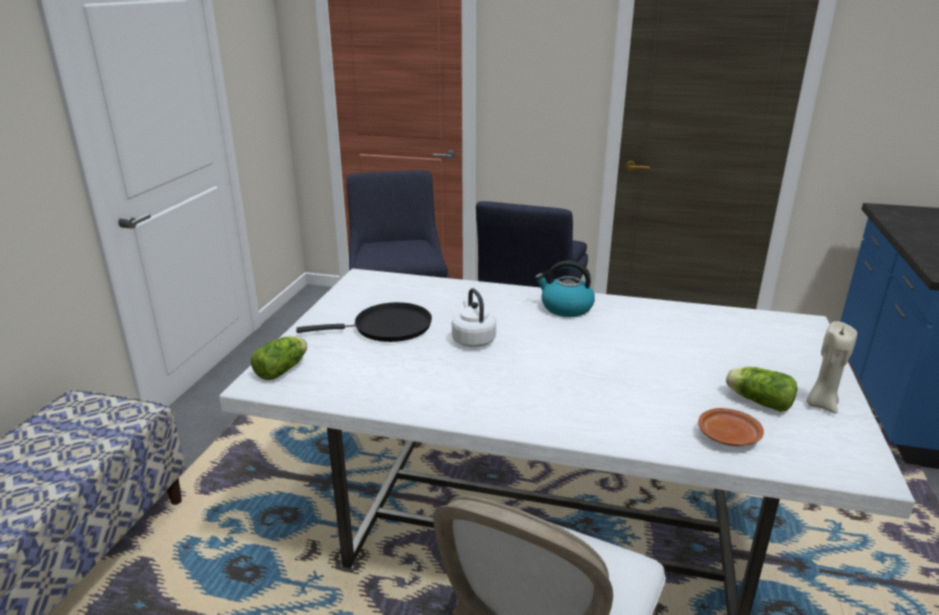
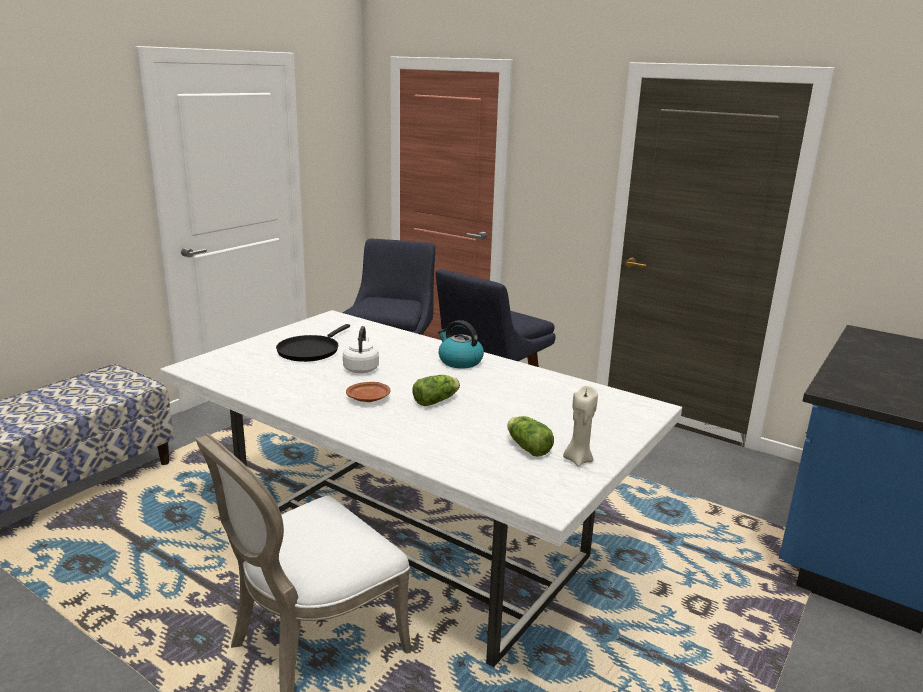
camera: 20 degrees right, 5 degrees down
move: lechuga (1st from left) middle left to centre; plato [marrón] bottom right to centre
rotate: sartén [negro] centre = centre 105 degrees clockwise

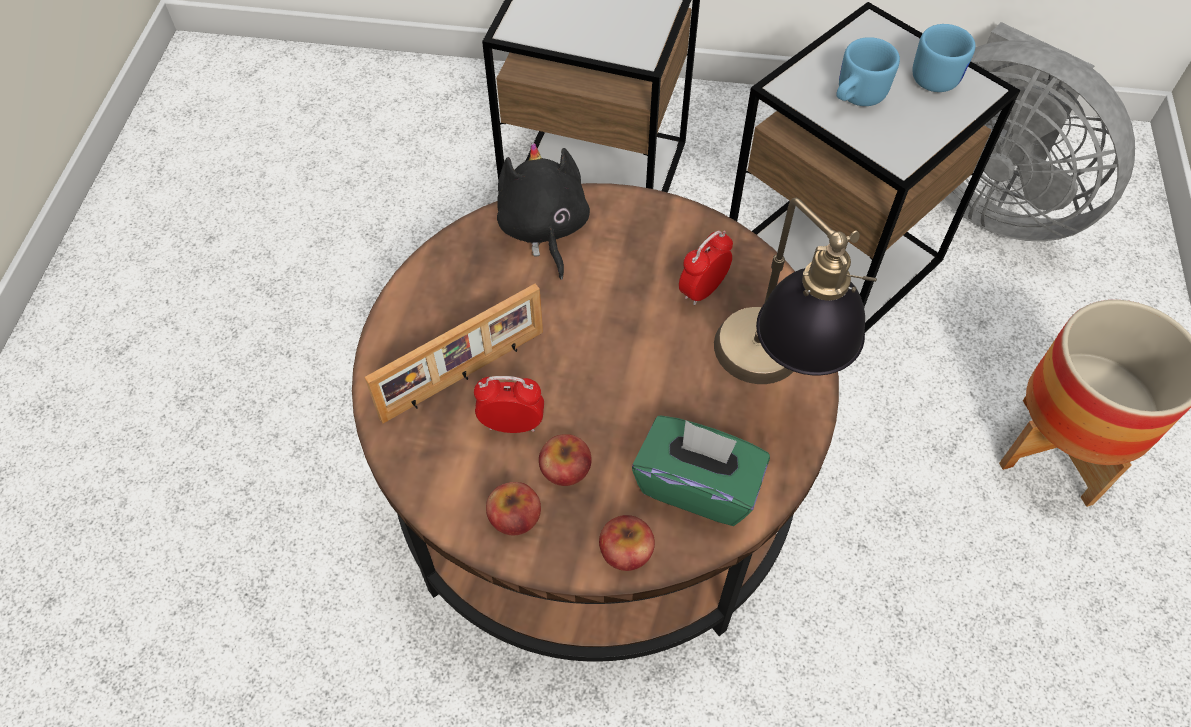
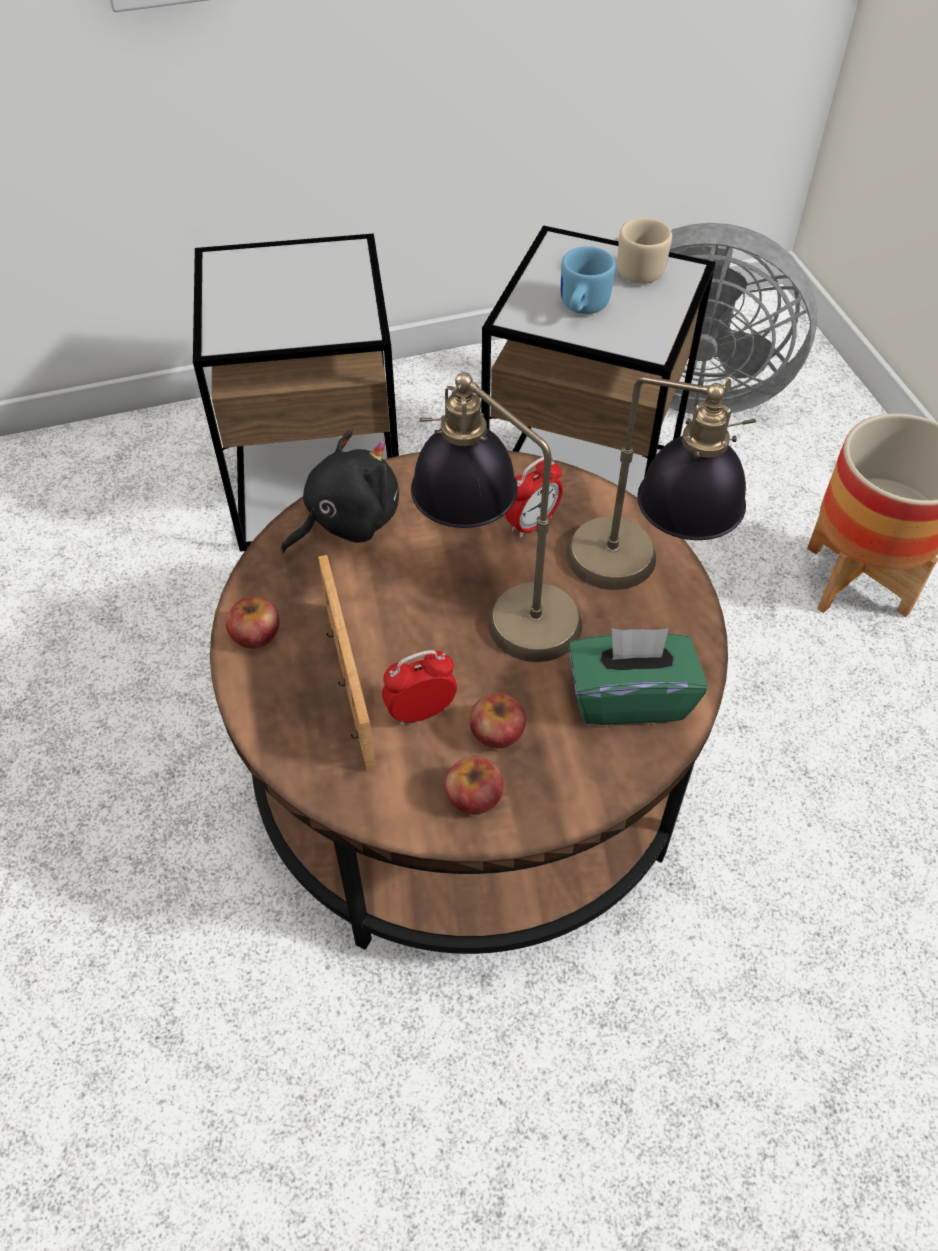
camera: 25 degrees left, 5 degrees down
insert: lámpara de mesa (1st from left) centre
move: manzana (3rd from left in the first image) bottom centre to manzana (1st from left) middle left
recolor: taza grande [azul] (2nd from left) top right to taza grande [beis] top right
rotate: portarretratos centre = centre 135 degrees clockwise; peluche [negro] top centre = centre 90 degrees clockwise; despertador (2nd from left) centre = centre 150 degrees counterclockwise

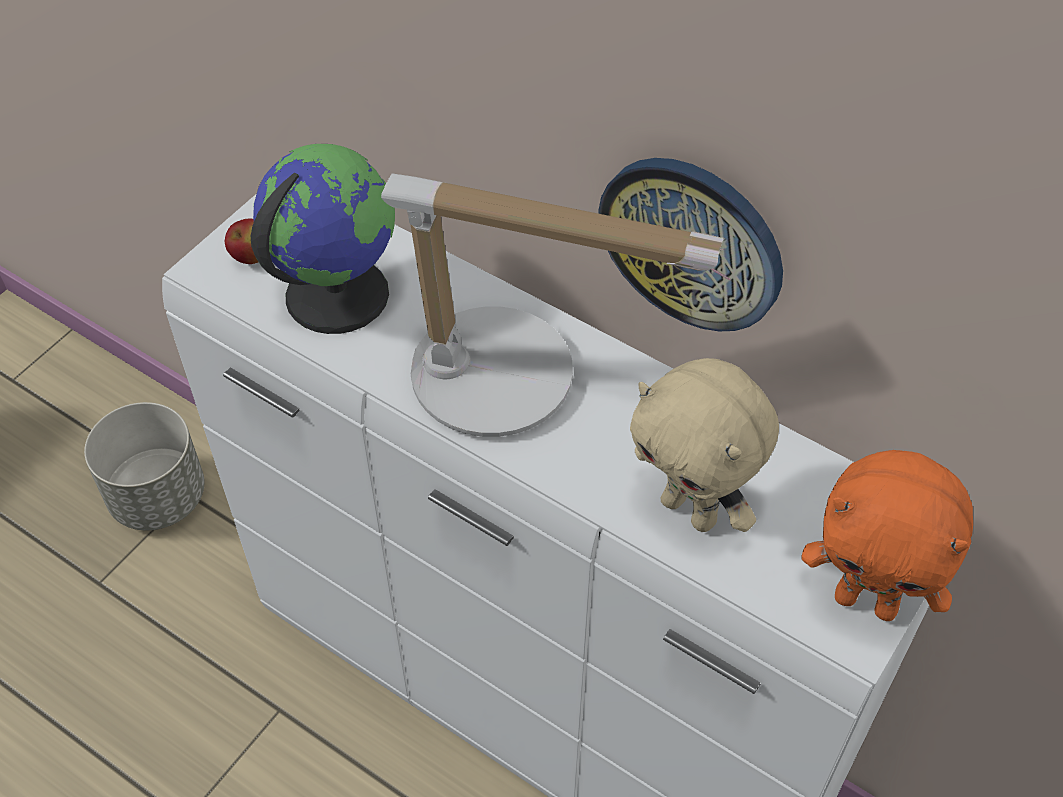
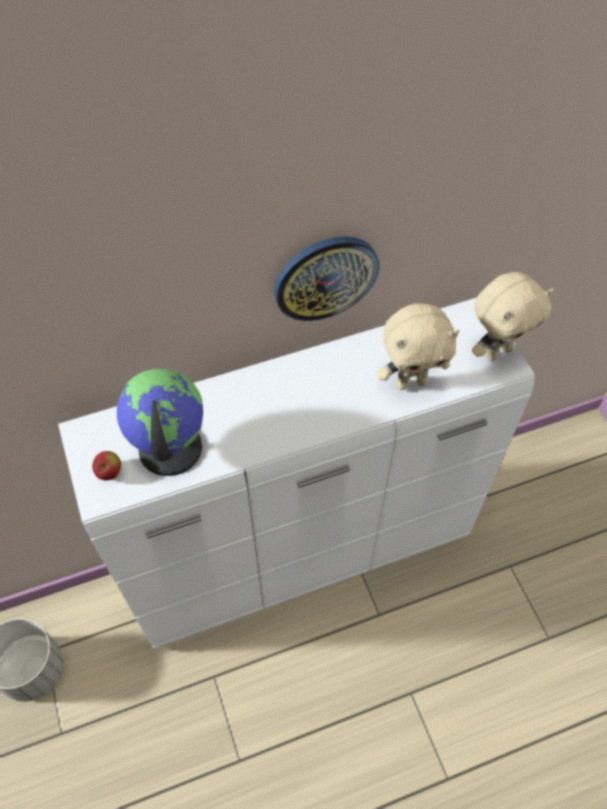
camera: 55 degrees left, 5 degrees up
delete: lámpara de mesa centre
recolor: peluche [naranja] bottom right to peluche [beis] (2nd from left) middle right

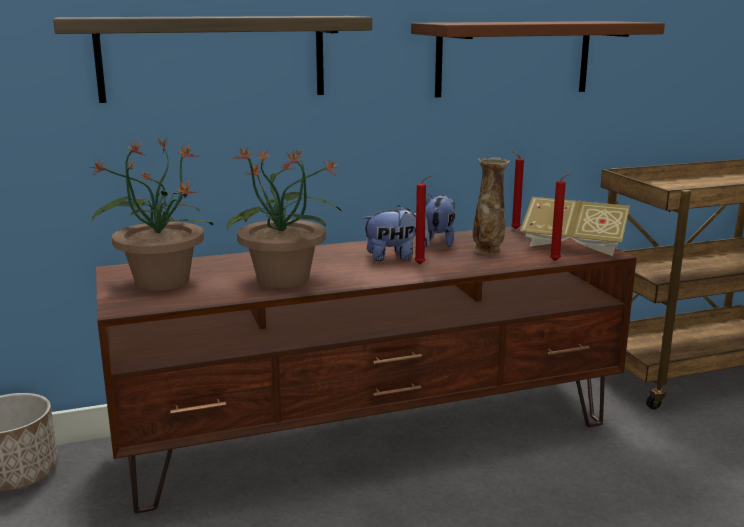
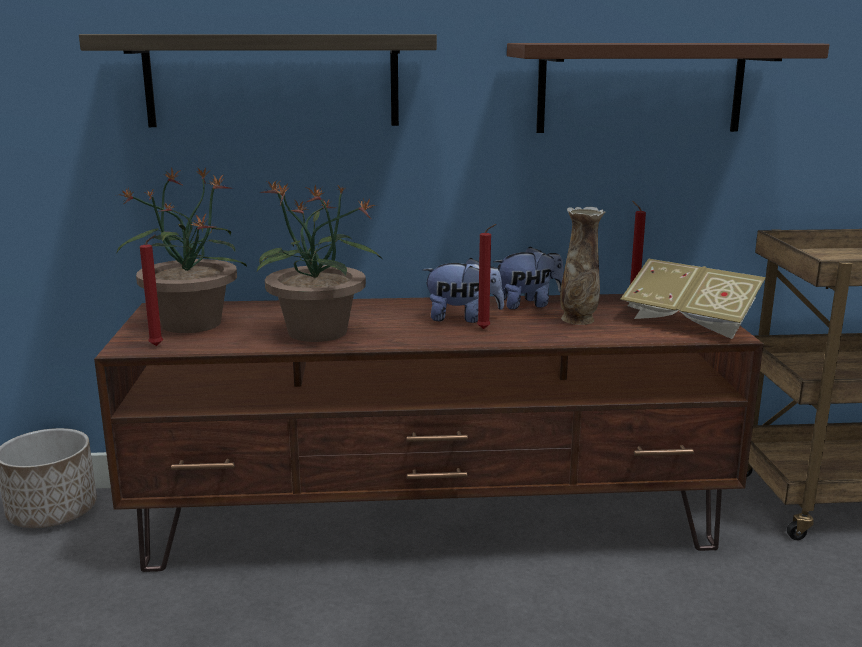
camera: 15 degrees right, 0 degrees up
move: vela [rojo] (3rd from left in the first image) middle right to vela [rojo] (1st from left) middle left
rotate: peluche (2nd from left) centre = centre 45 degrees clockwise

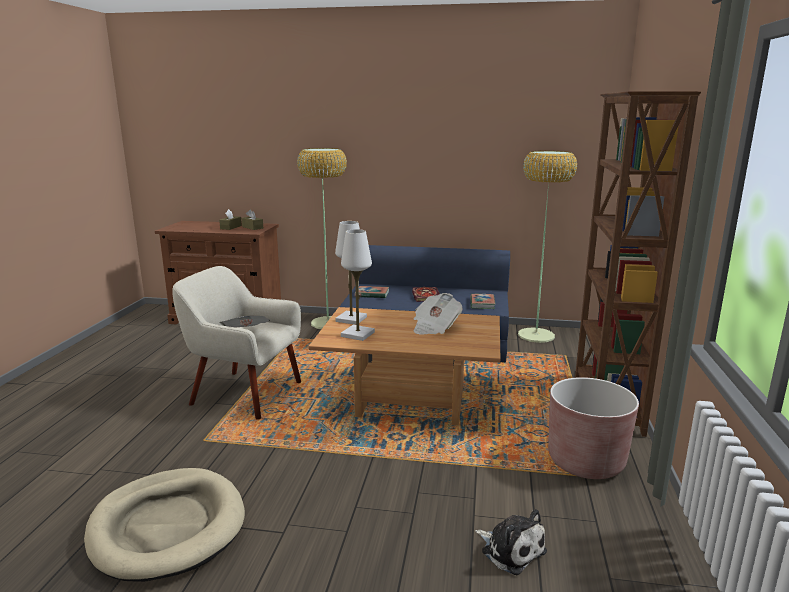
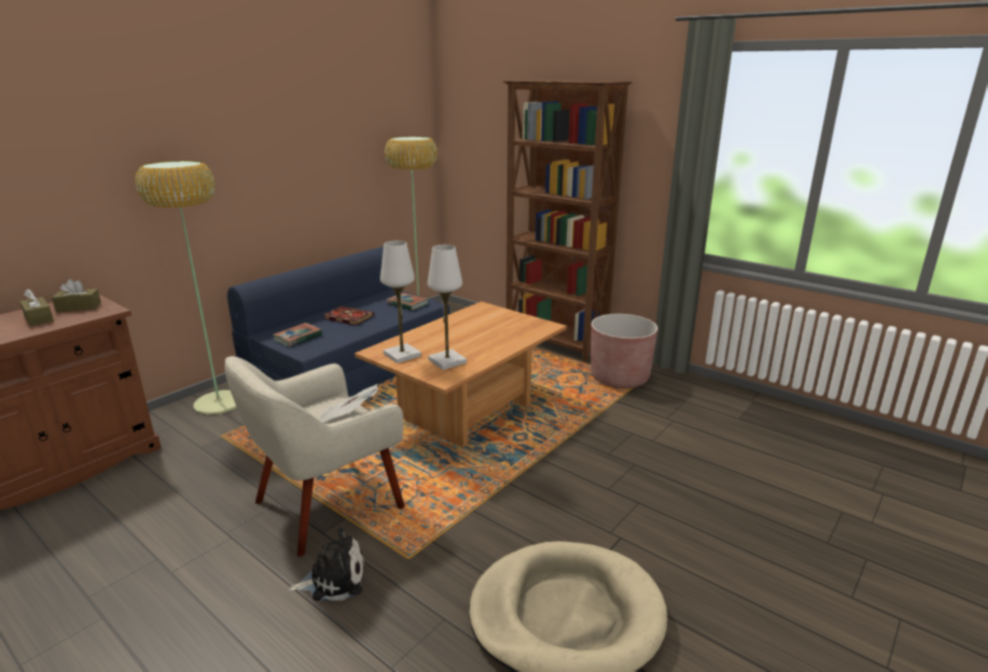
camera: 60 degrees left, 5 degrees up
delete: periódico (2nd from left) centre
move: peluche bottom centre to bottom left

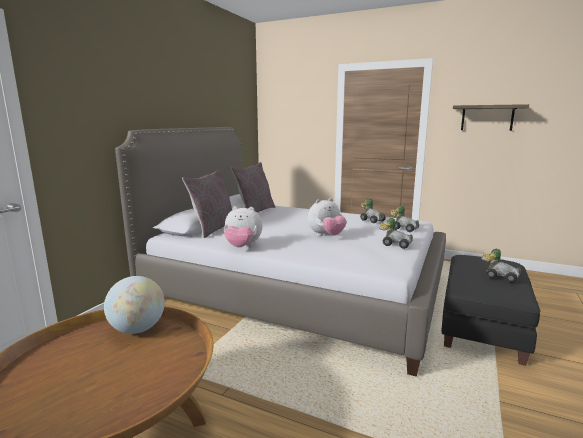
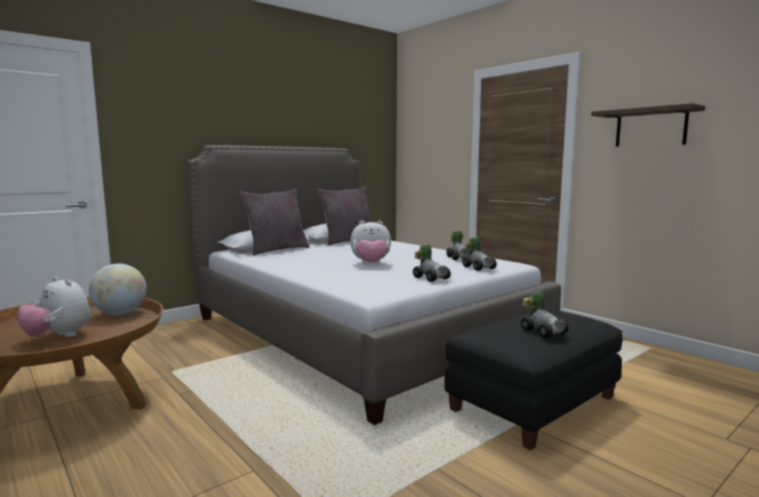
camera: 25 degrees right, 5 degrees down
move: peluche (1st from left) centre to middle left

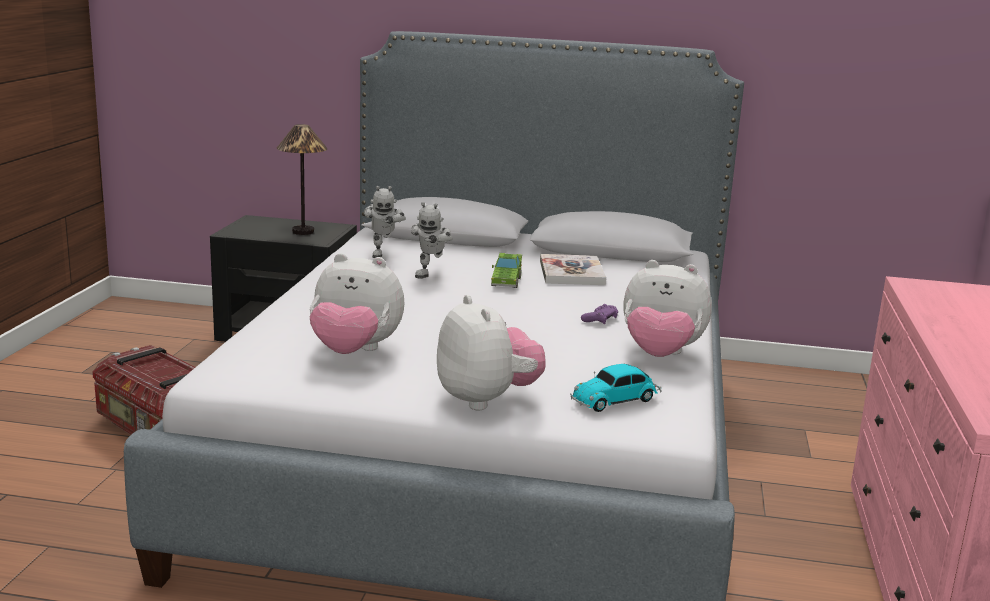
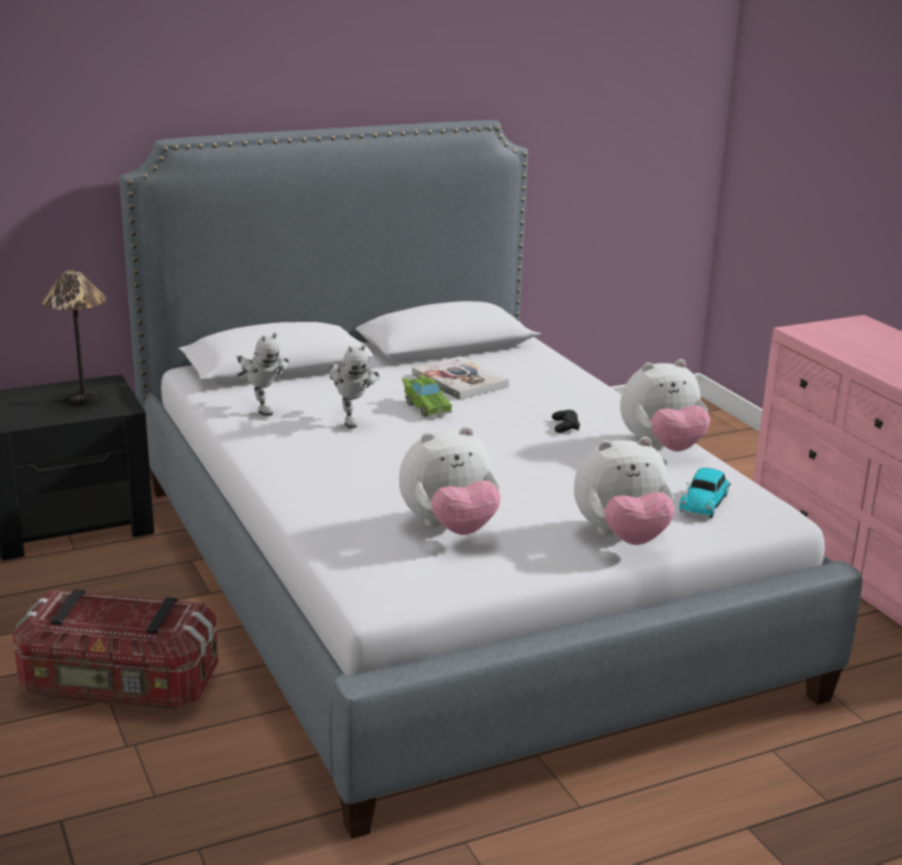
camera: 35 degrees left, 5 degrees up
recolor: mando de consola [morado] centre to mando de consola [negro] centre
rotate: peluche (2nd from left) centre = middle right 135 degrees clockwise

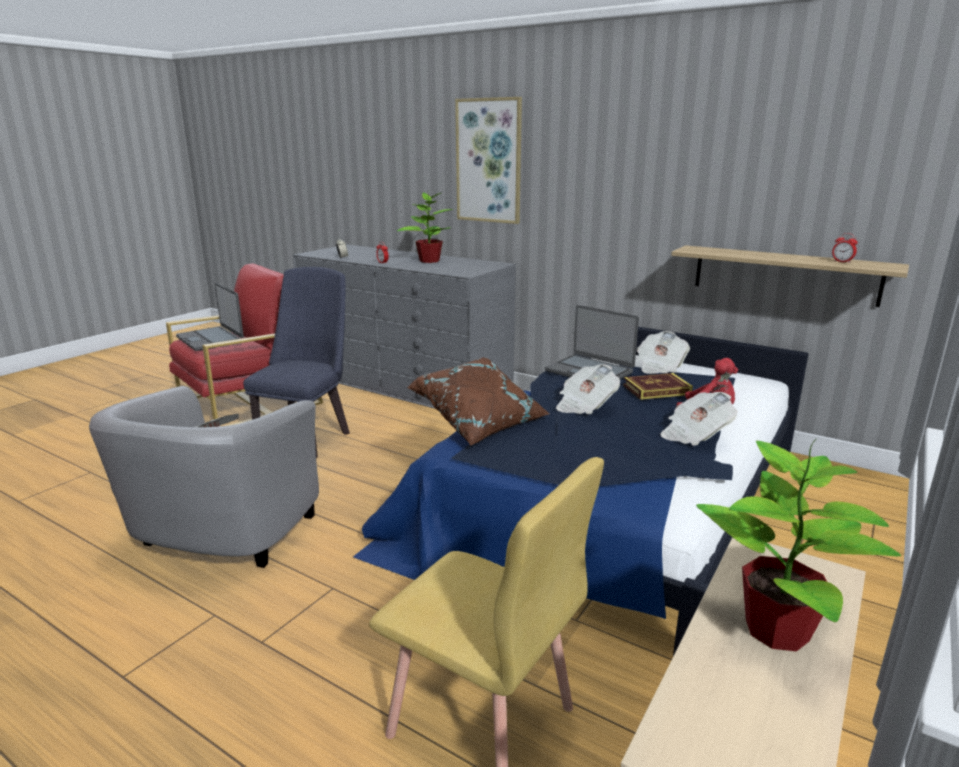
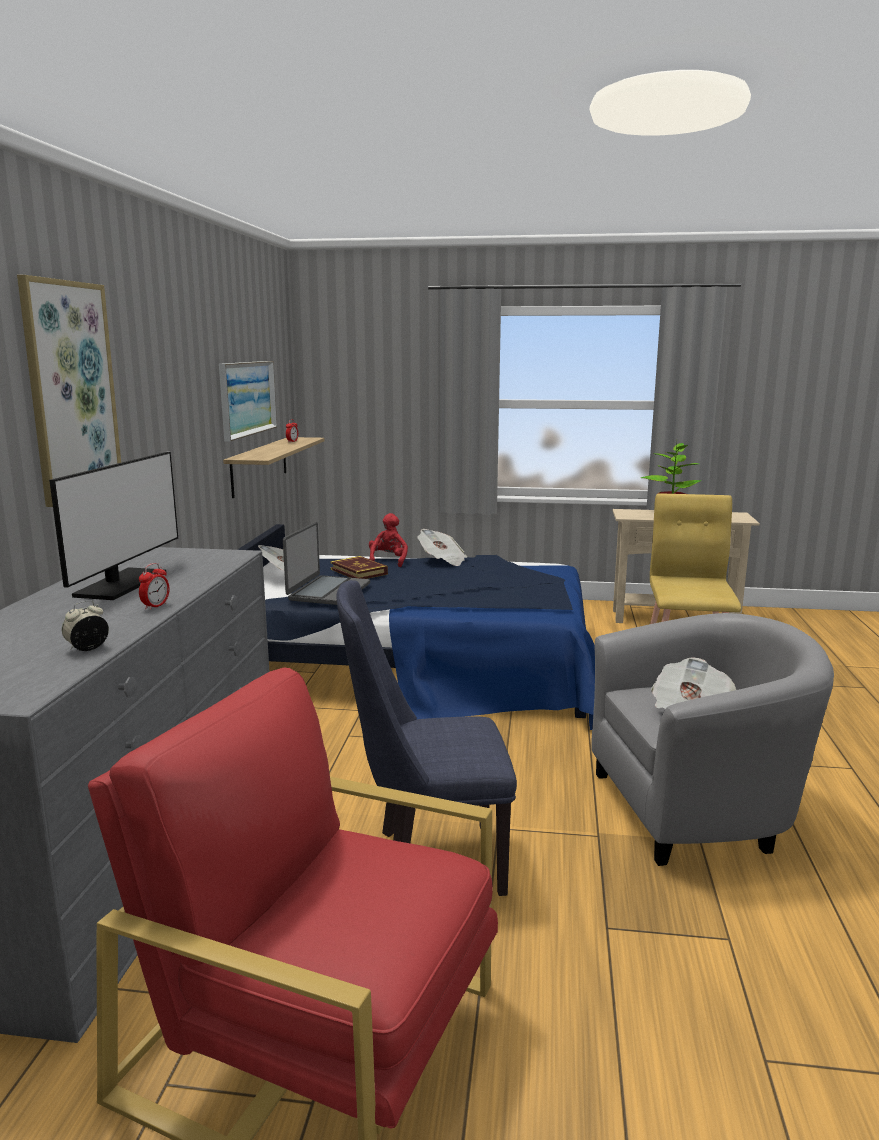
camera: 115 degrees left, 5 degrees down
delete: portátil (1st from left) middle left; cojín [marrón] centre; periódico (2nd from left) centre
insert: cuadro (2nd from left) middle left
replace: planta en maceta (1st from left) top centre to monitor middle left

